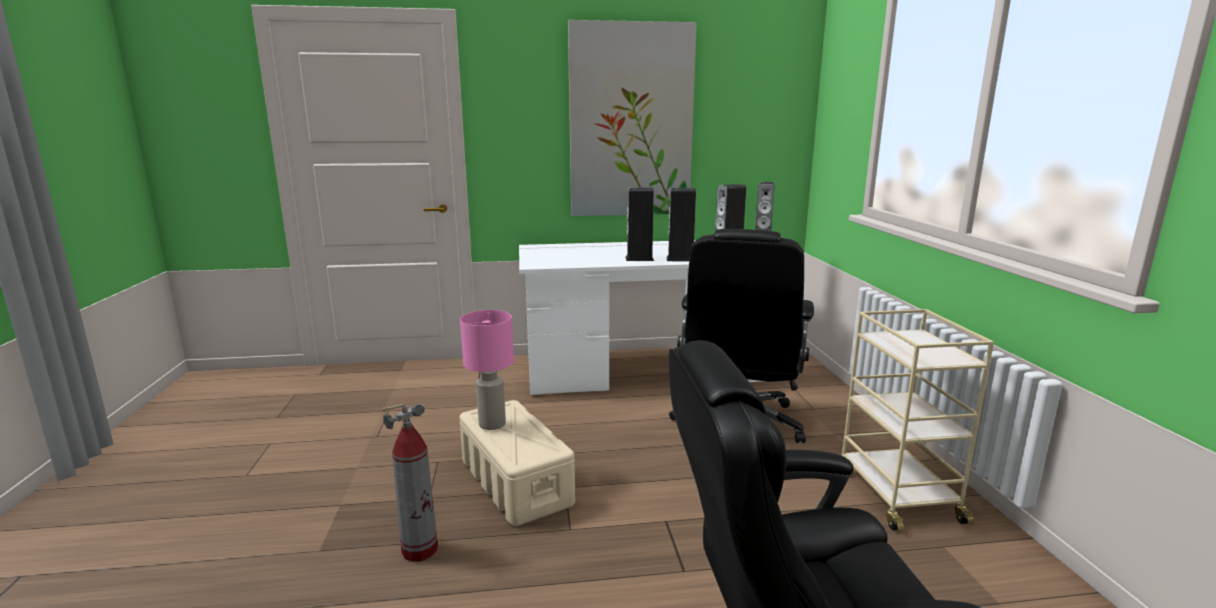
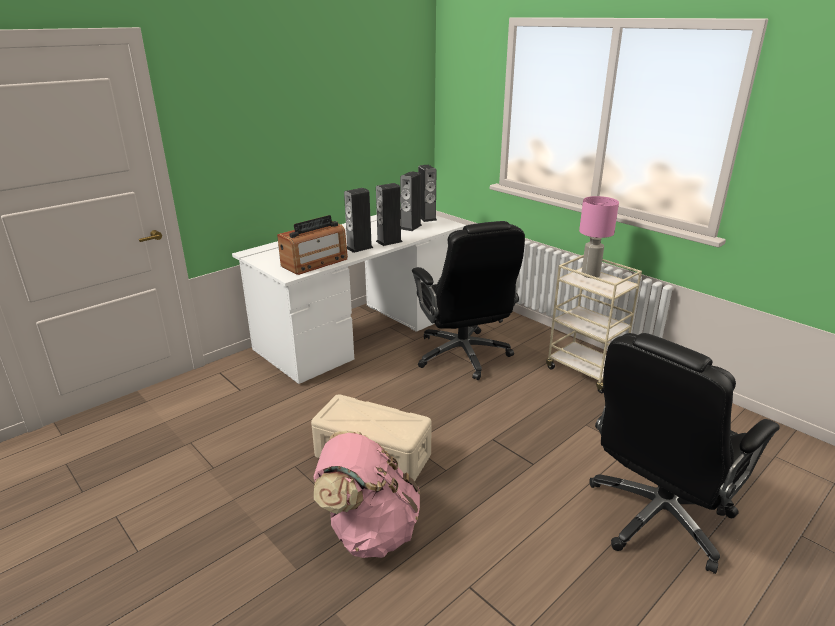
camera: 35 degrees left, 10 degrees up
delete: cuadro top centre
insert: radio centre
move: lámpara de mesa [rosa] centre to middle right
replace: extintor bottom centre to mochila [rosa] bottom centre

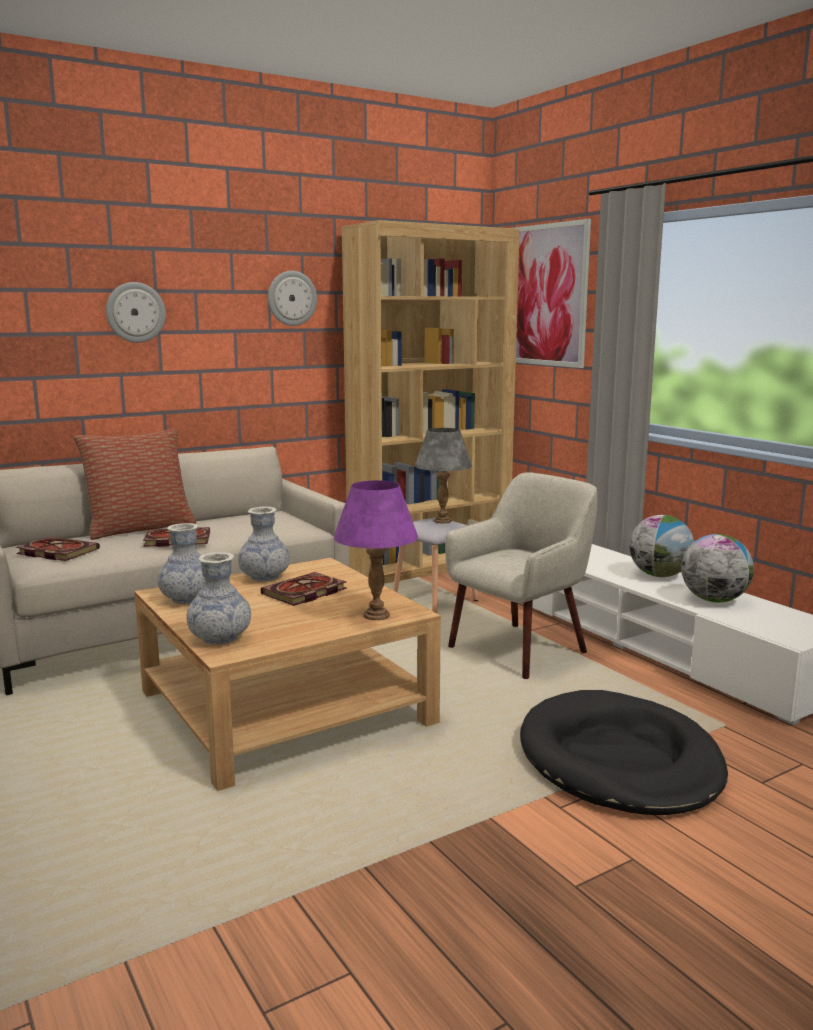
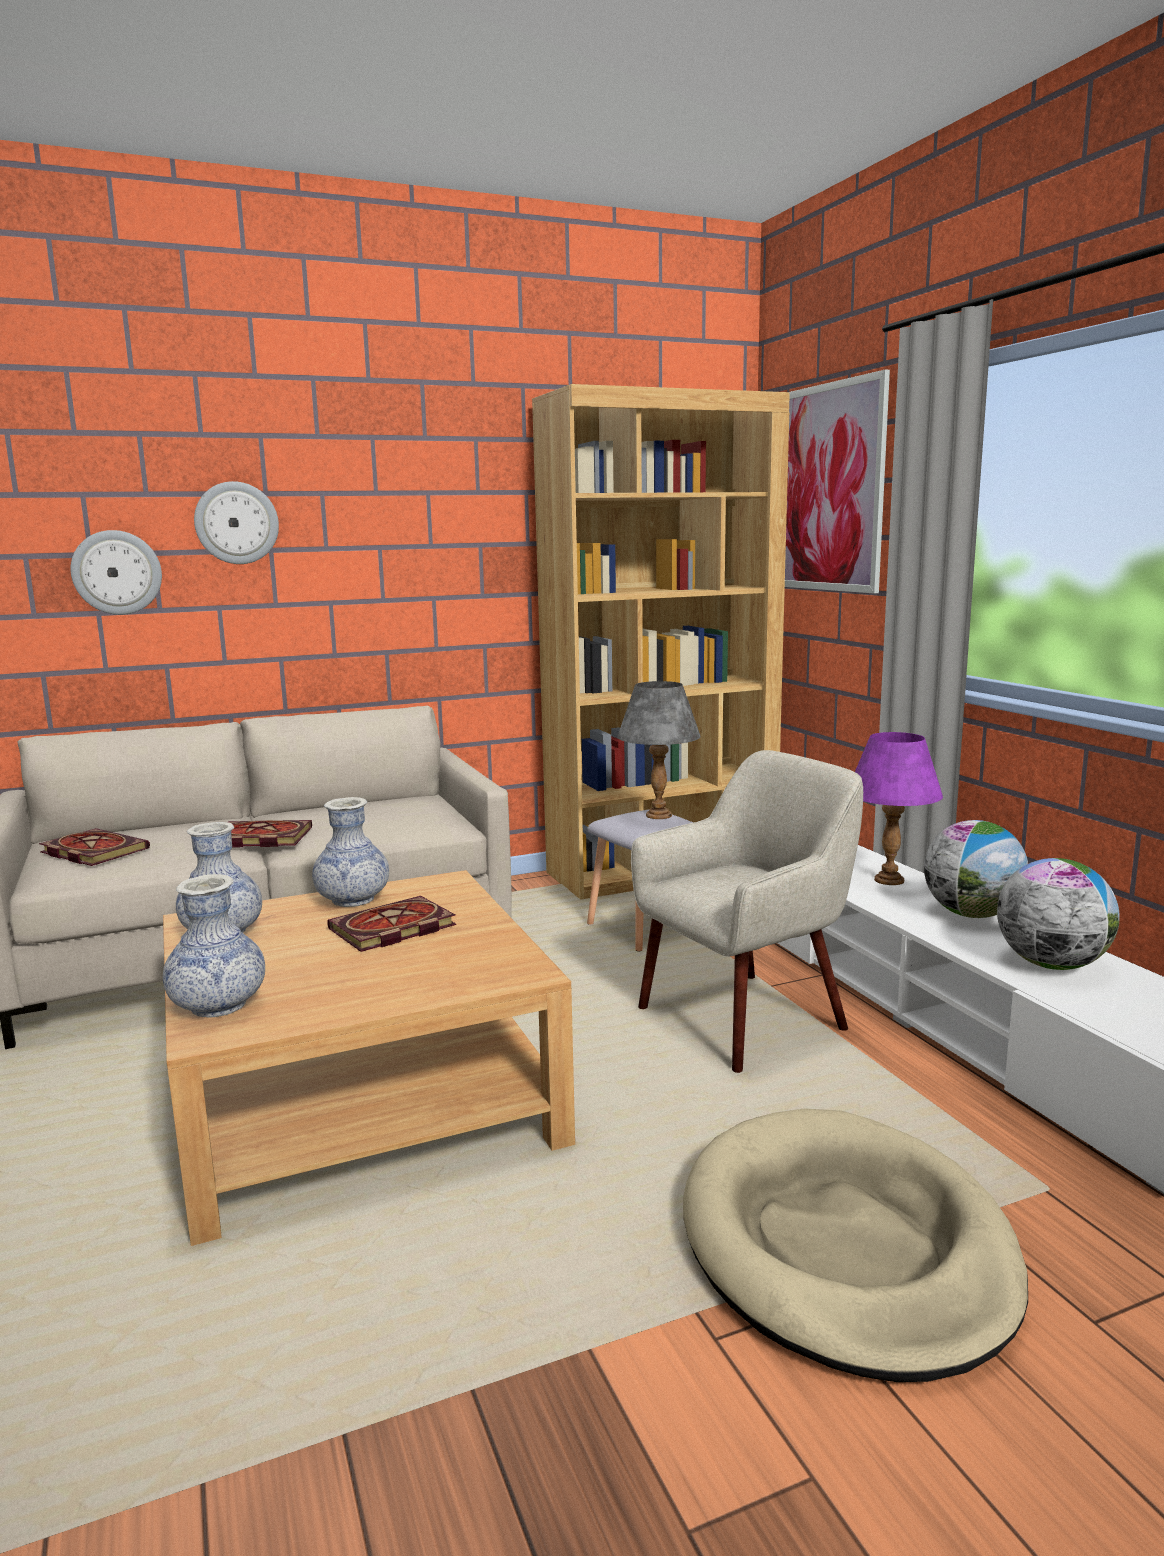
camera: 10 degrees right, 0 degrees up
delete: cojín middle left
move: reloj de pared (2nd from left in the first image) top centre to reloj de pared (1st from left) middle left; lámpara de mesa [morado] centre to middle right
recolor: cama para perro [negro] bottom right to cama para perro [beis] bottom right

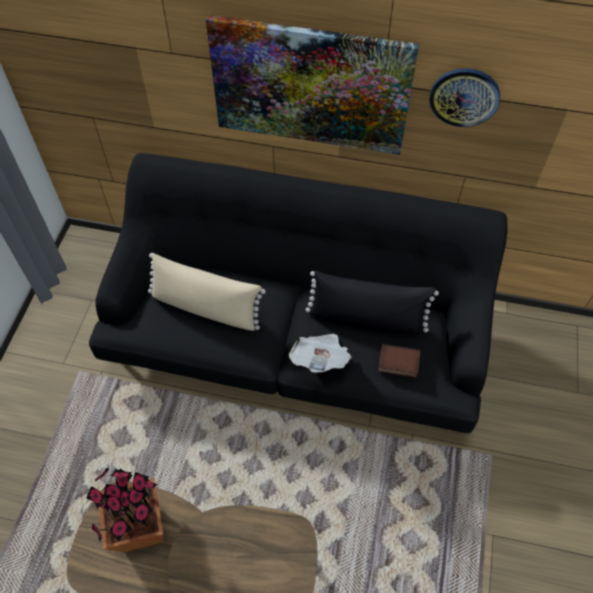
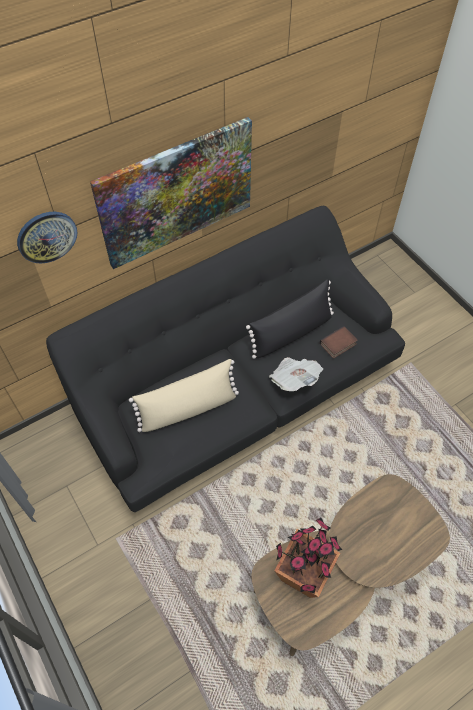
camera: 45 degrees left, 0 degrees up
move: reloj de pared top right to middle left

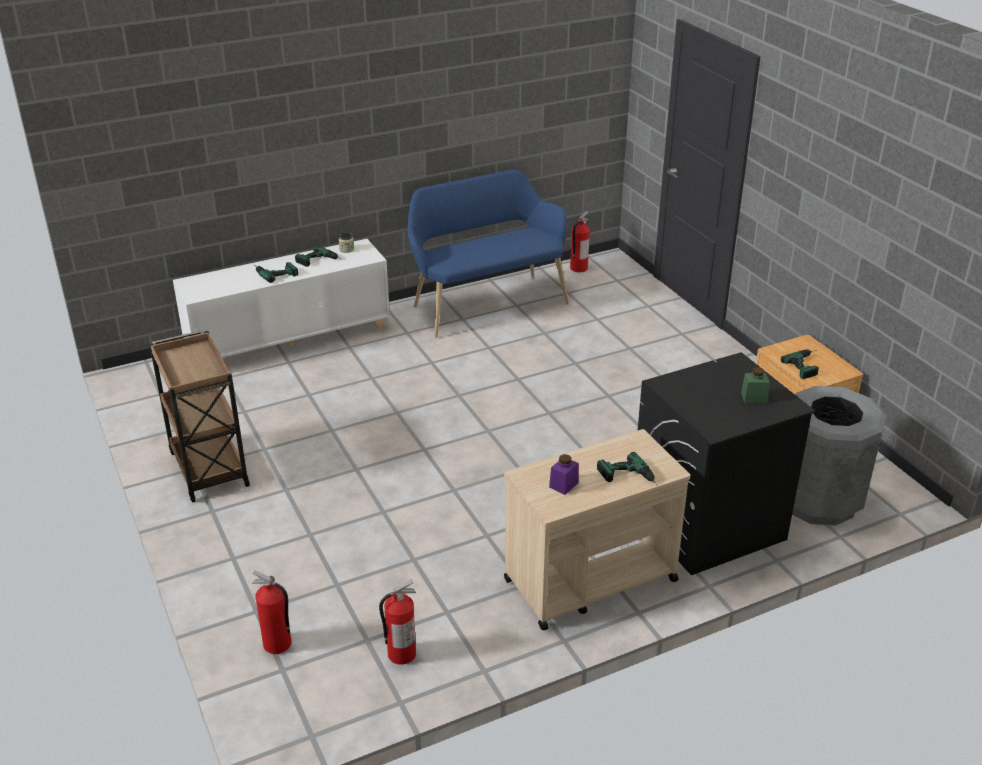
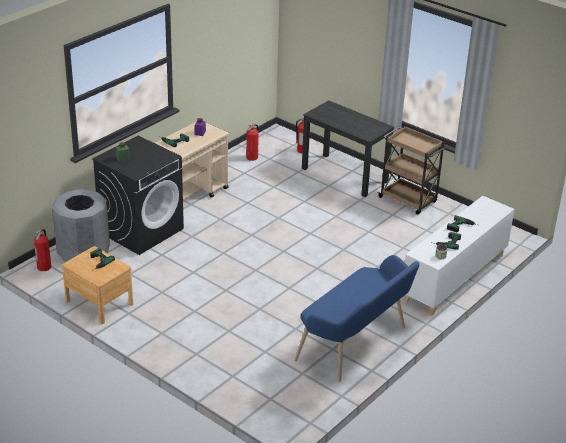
camera: 155 degrees right, 0 degrees up
insert: escritorio [negro] centre
move: extintor (3rd from left in the first image) top centre to extintor (1st from left) middle left

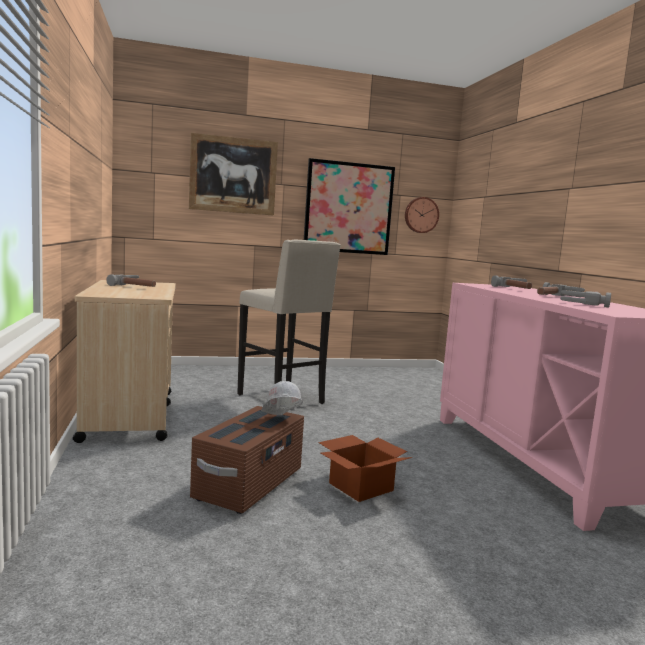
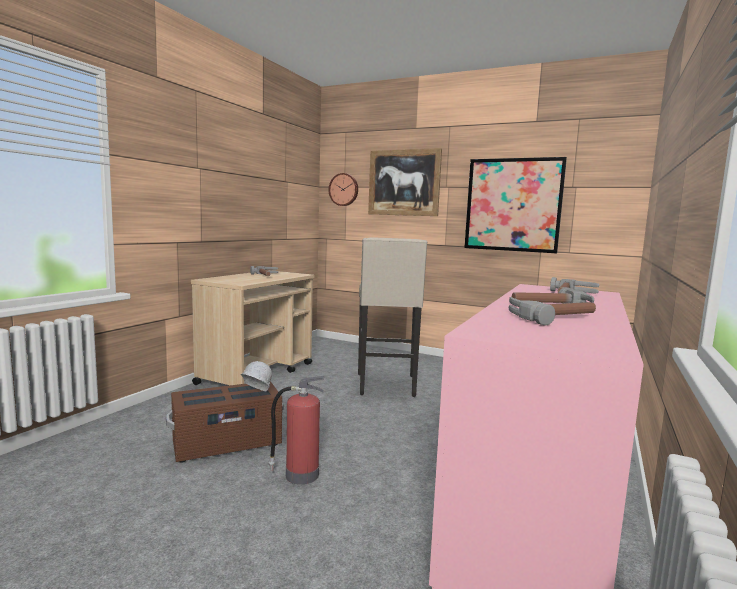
camera: 40 degrees right, 0 degrees up
move: reloj de pared centre to top centre
replace: caja de cartón bottom centre to extintor bottom centre

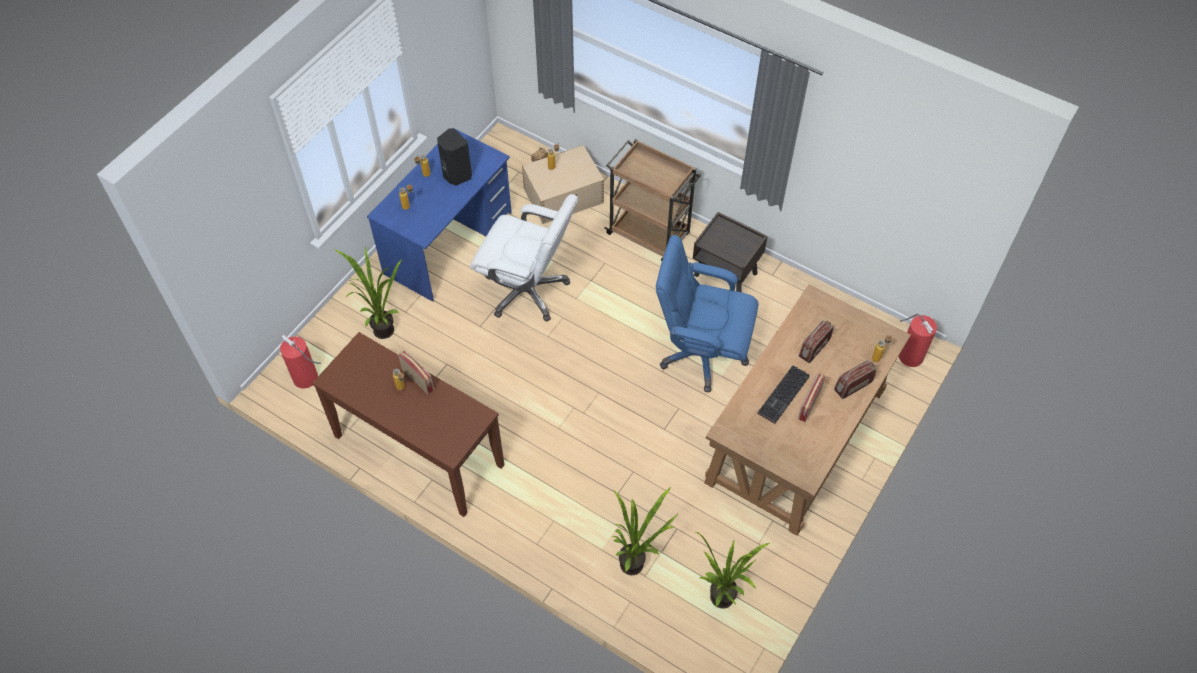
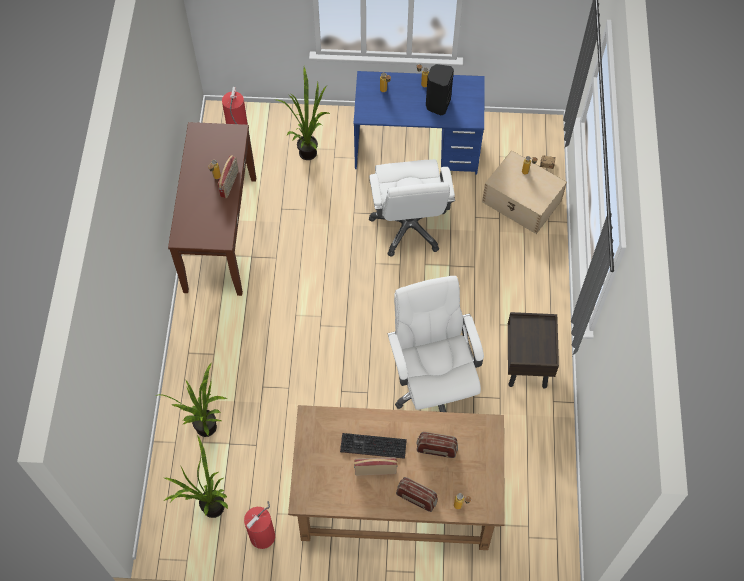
camera: 60 degrees right, 5 degrees up
delete: carrito [marrón] top centre
move: extintor (2nd from left) middle right to bottom centre
recolor: silla de oficina [azul] centre to silla de oficina [blanco] (2nd from left) centre

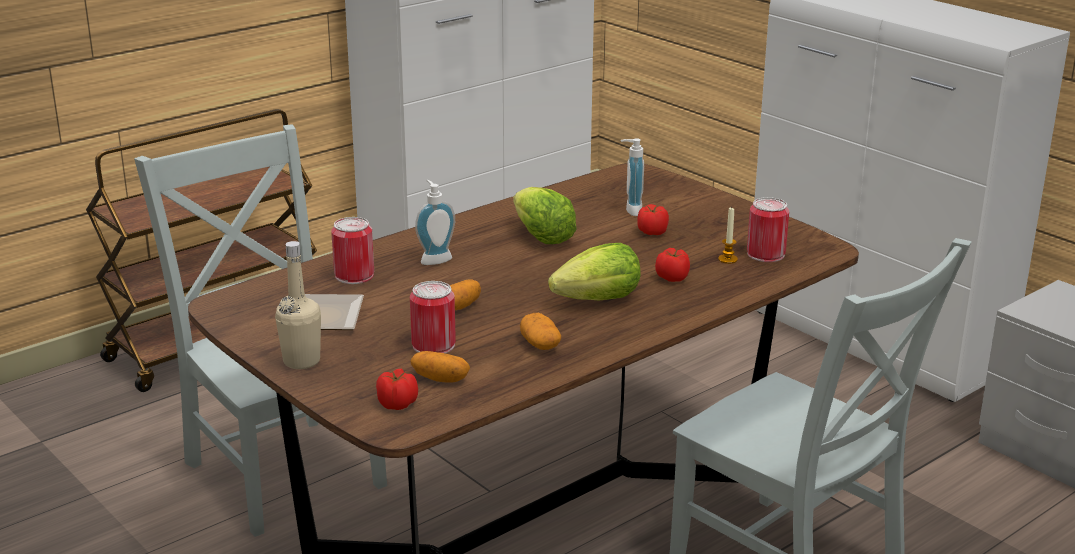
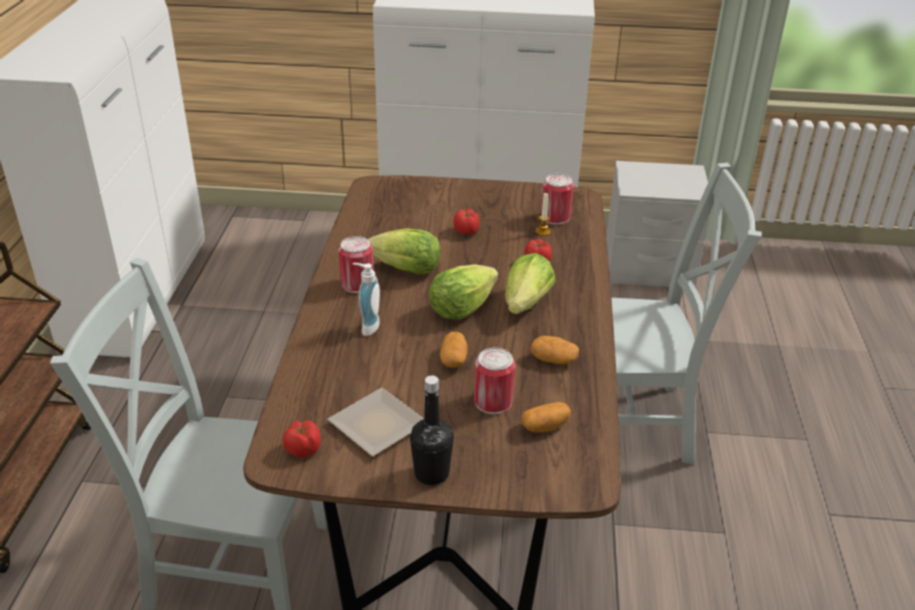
camera: 45 degrees left, 10 degrees up
delete: dispensador de jabón (2nd from left) top centre
insert: lechuga (2nd from left) centre
move: lata (1st from left) middle left to centre; tomate (1st from left) bottom centre to bottom left
recolor: botella [beis] middle left to botella [negro] bottom centre

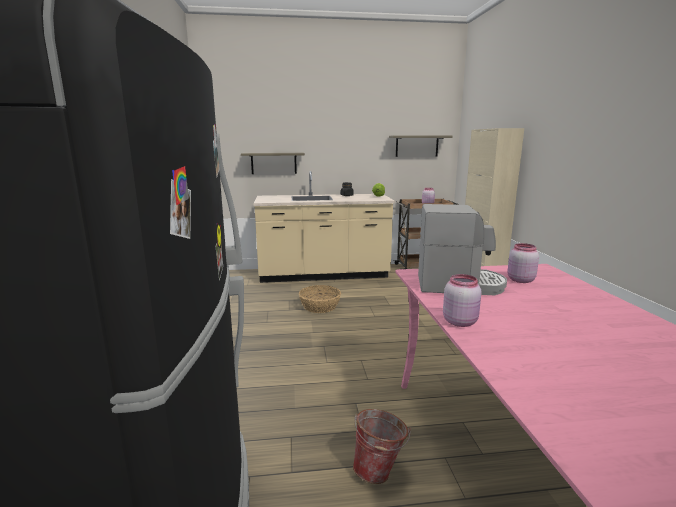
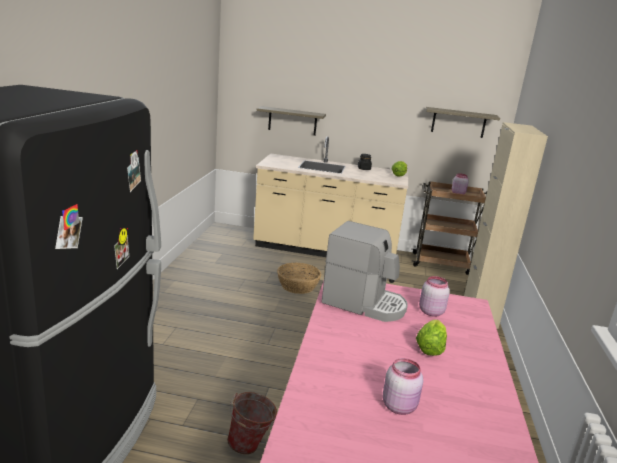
camera: 15 degrees right, 5 degrees up
insert: lechuga (2nd from left) bottom right
move: tarro [rosa] (2nd from left in the first image) middle right to tarro [rosa] (1st from left) bottom centre

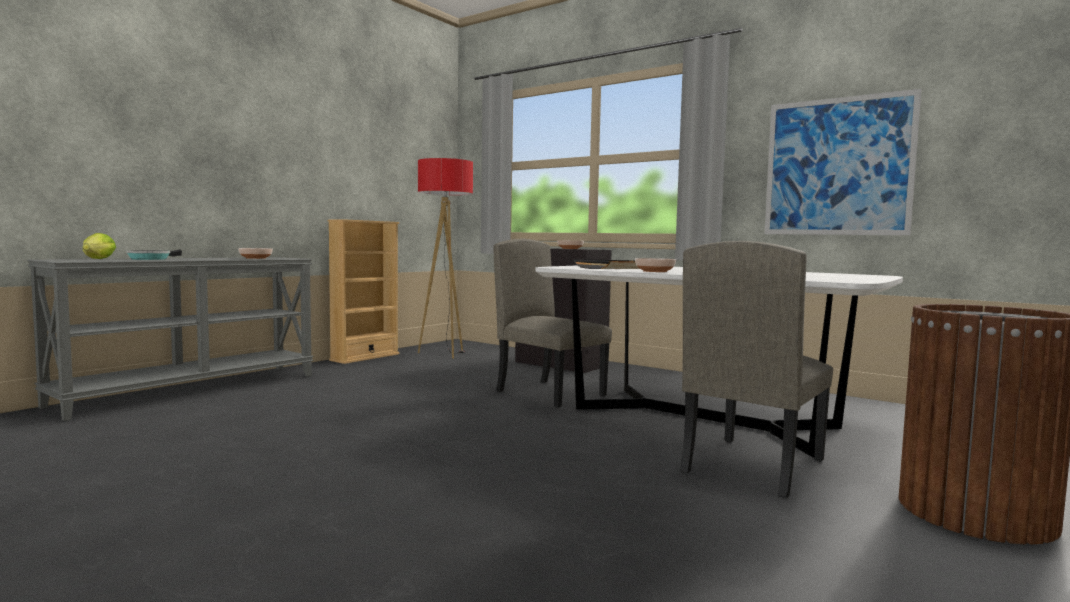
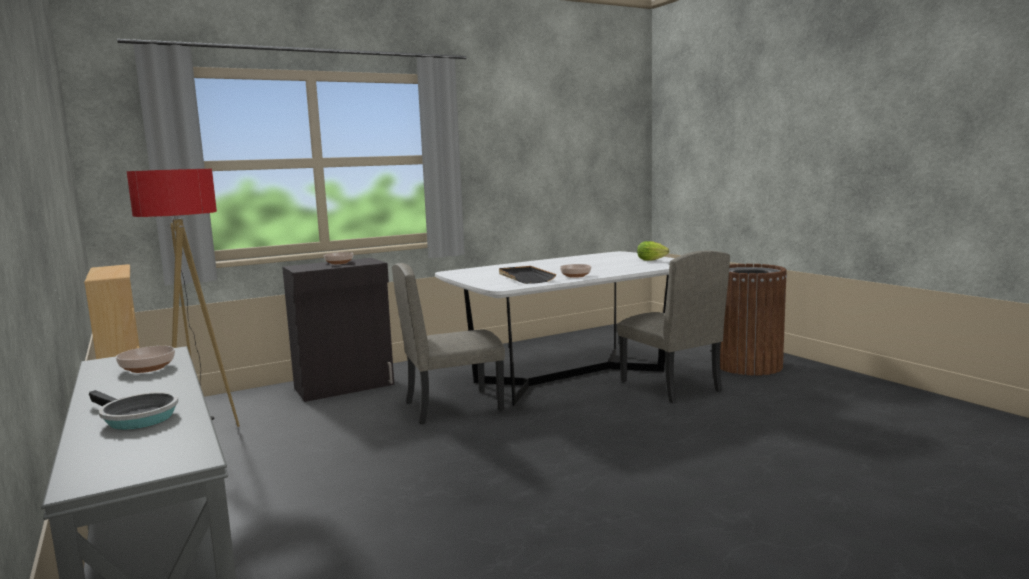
camera: 65 degrees left, 5 degrees up
delete: cuadro top right
move: lechuga middle left to centre

